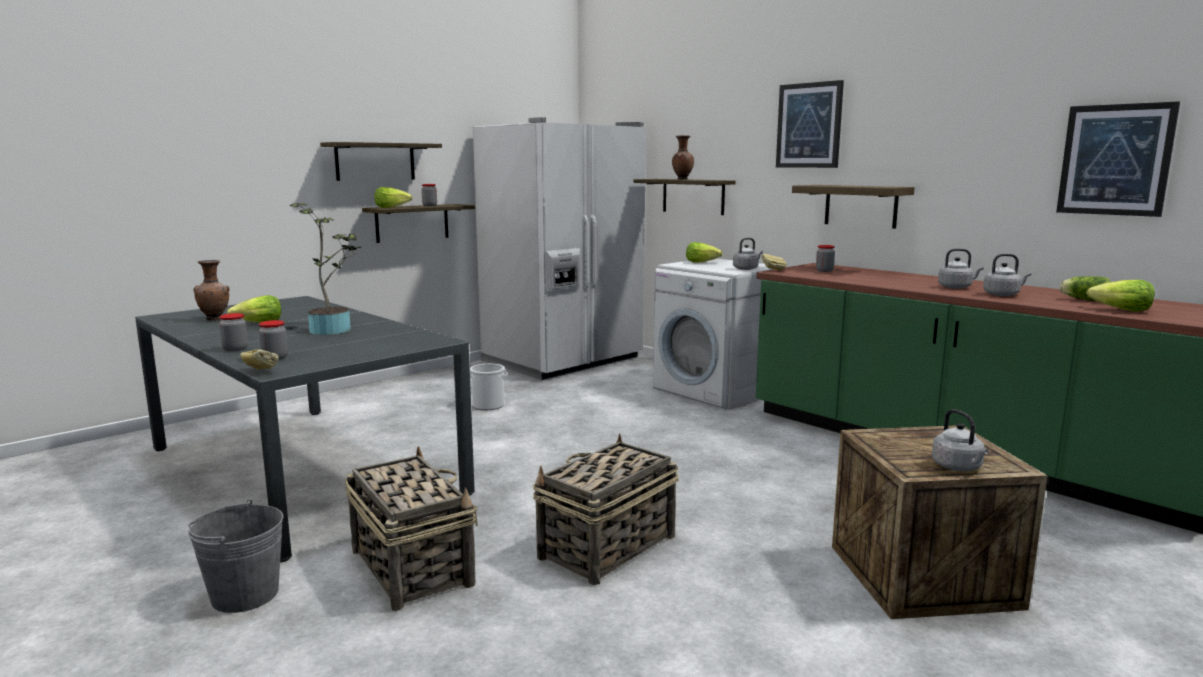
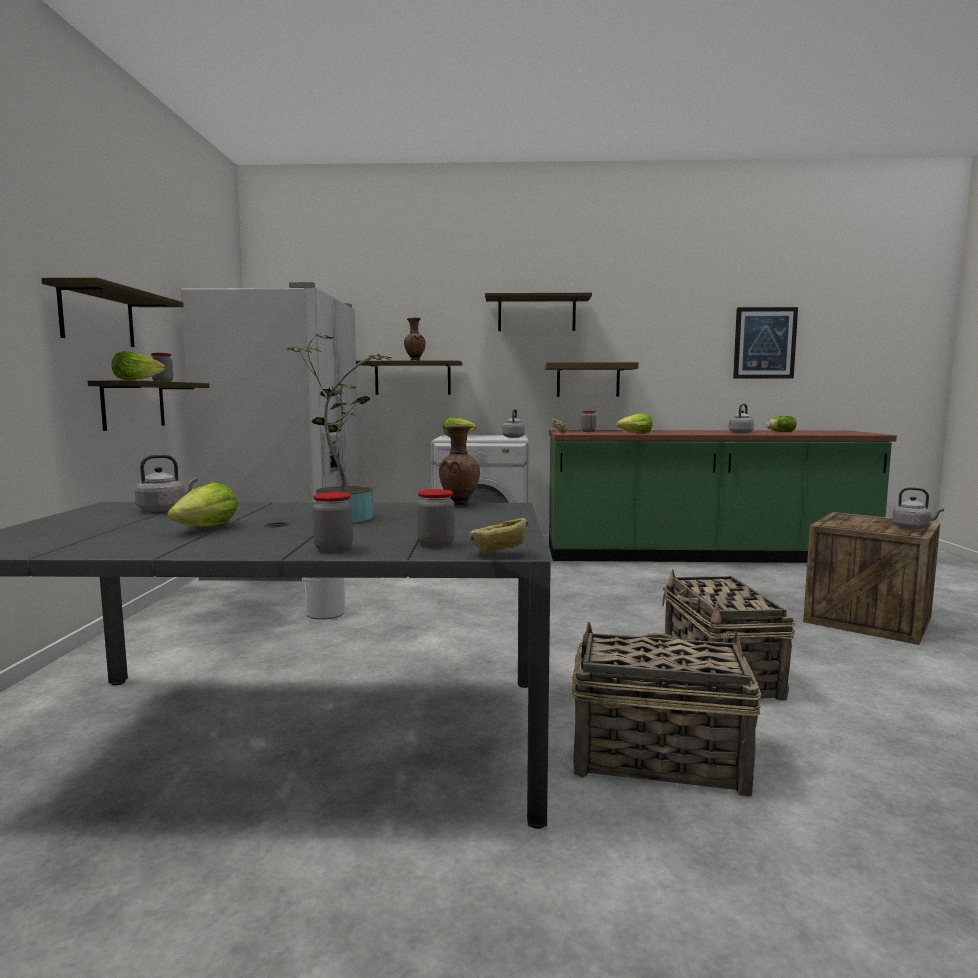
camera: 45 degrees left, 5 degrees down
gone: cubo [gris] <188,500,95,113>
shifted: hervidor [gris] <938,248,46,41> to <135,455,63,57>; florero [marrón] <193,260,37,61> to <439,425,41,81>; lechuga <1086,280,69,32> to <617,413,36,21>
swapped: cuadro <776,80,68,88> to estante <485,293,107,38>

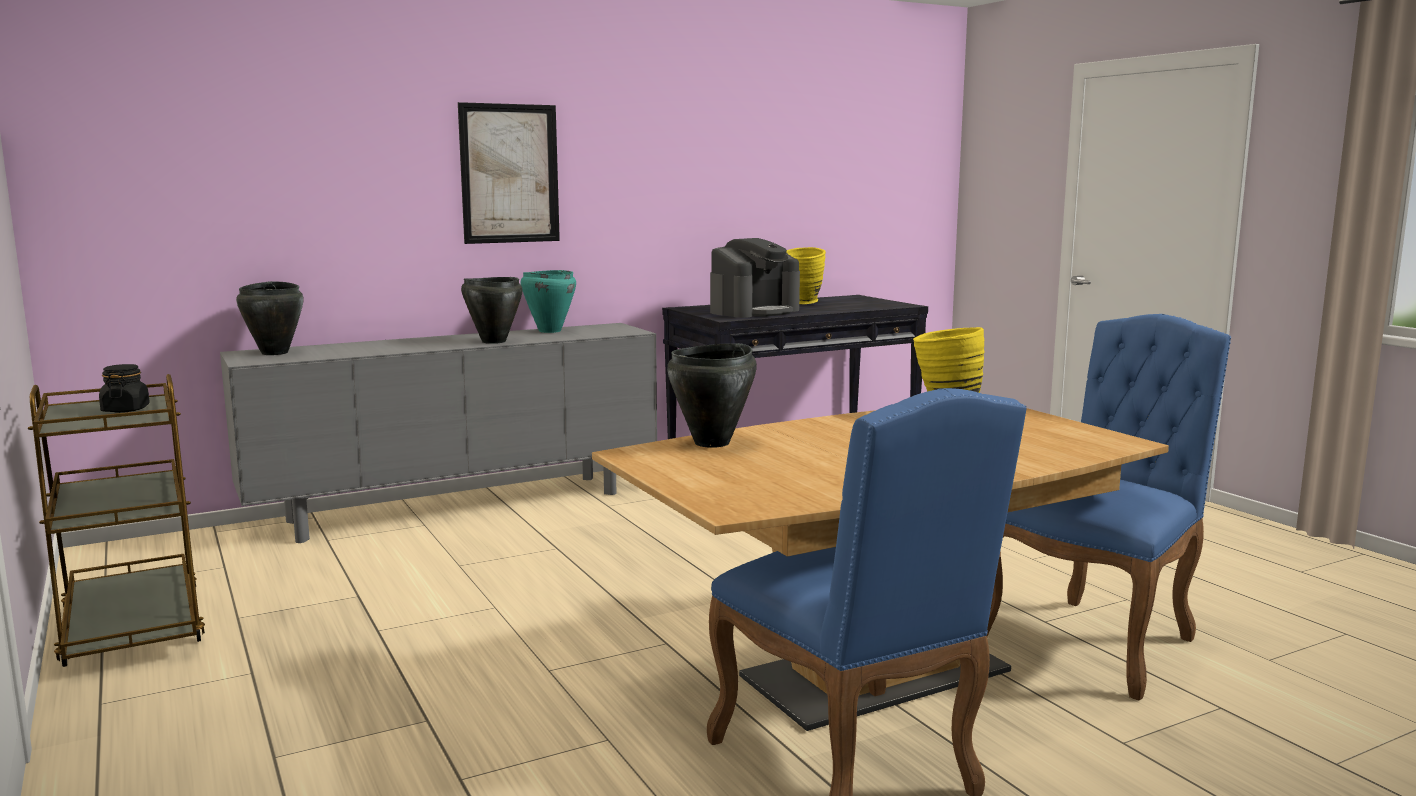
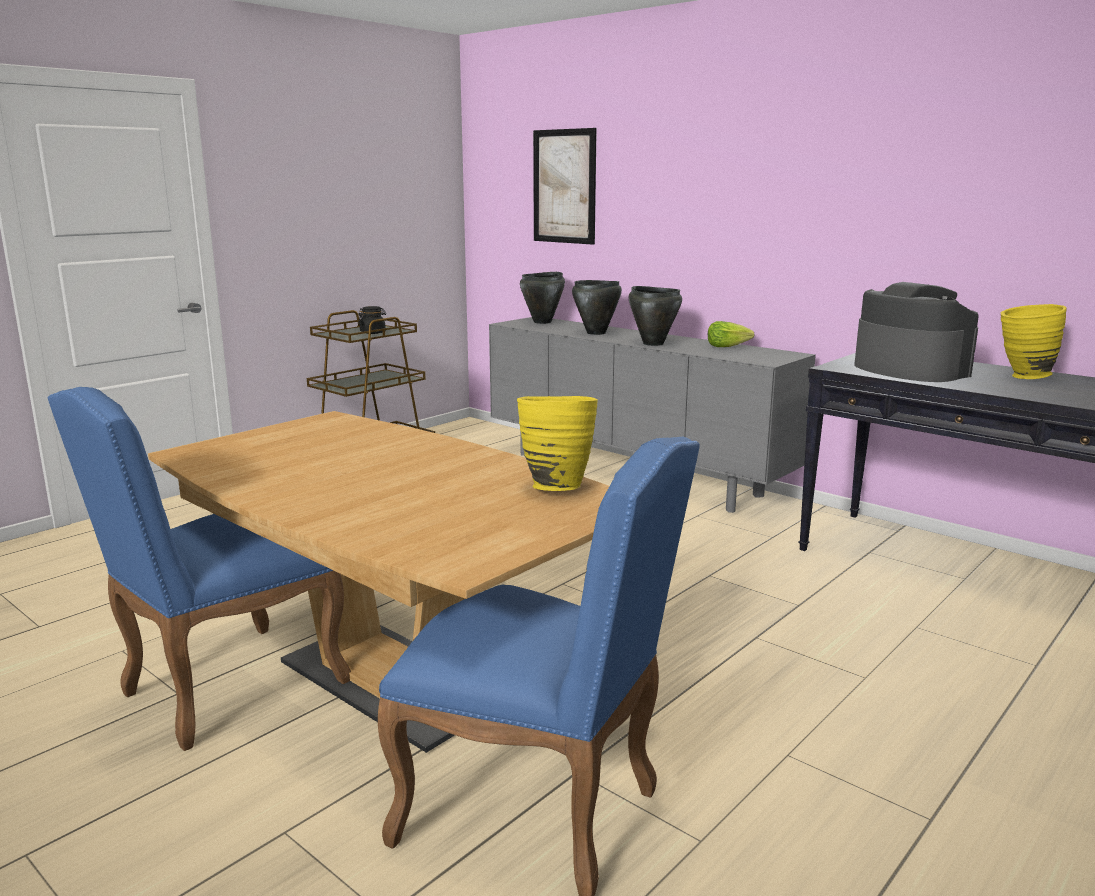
camera: 70 degrees right, 5 degrees up
shifted: cuadro <458,102,102,142> to <533,128,64,117>; olla [negro] <667,343,90,105> to <572,280,50,55>
swapped: olla [turquesa] <520,270,56,63> to lechuga <708,321,47,26>
rotated: cafetera <710,238,90,80> = <854,282,125,100> 150 degrees counterclockwise

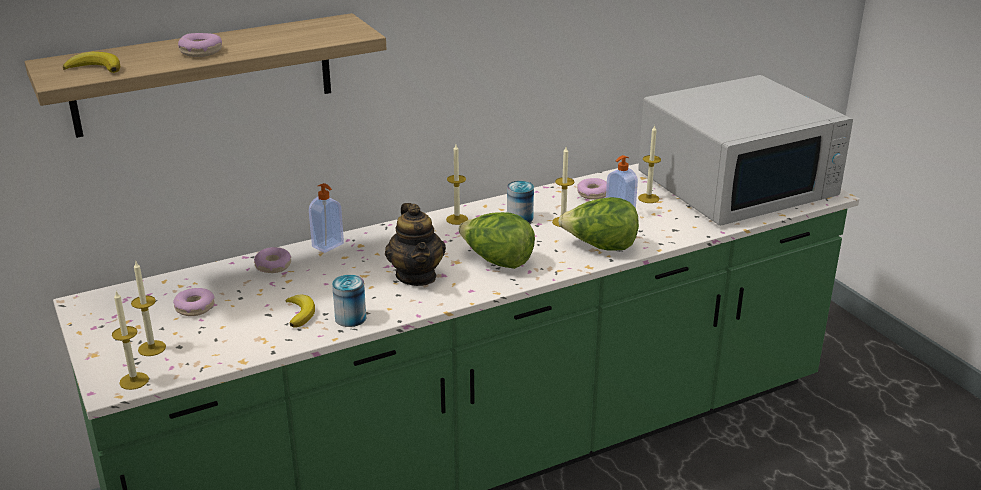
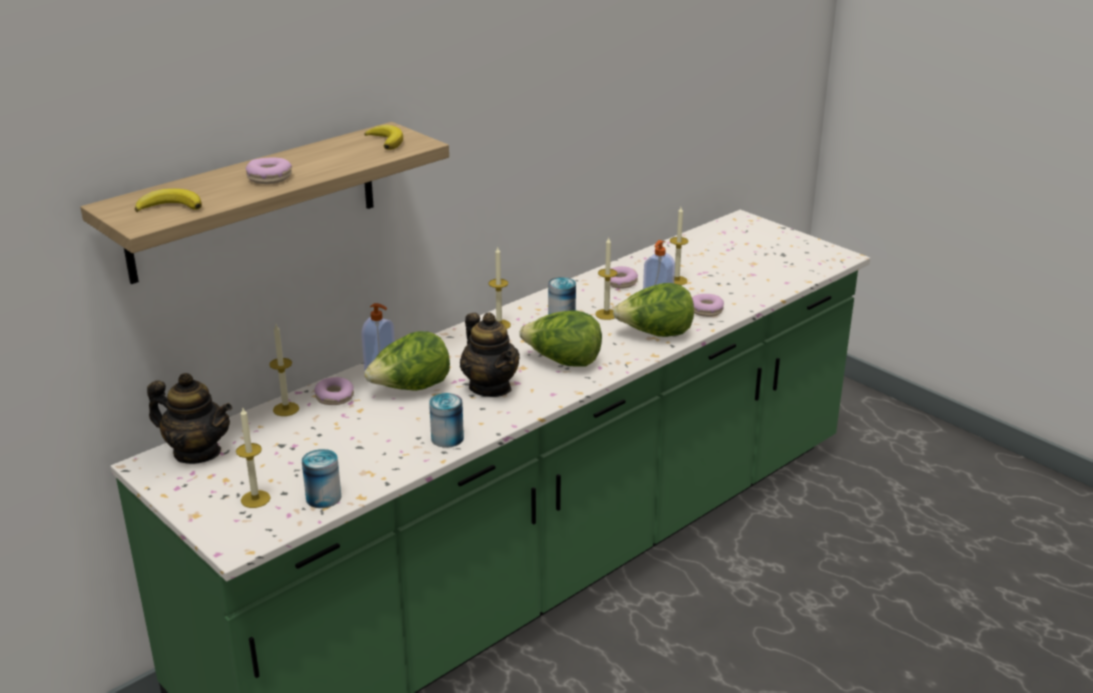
camera: 15 degrees left, 0 degrees up
gone: microondas [blanco] <638,75,215,151>
new: lechuga <364,331,86,60>; tetera <147,373,85,91>; lata <302,449,39,59>
shifted: rosquilla <173,288,42,28> to <692,294,32,23>; vela <112,291,37,99> to <269,324,30,92>; plátano <286,295,29,33> to <365,125,38,25>

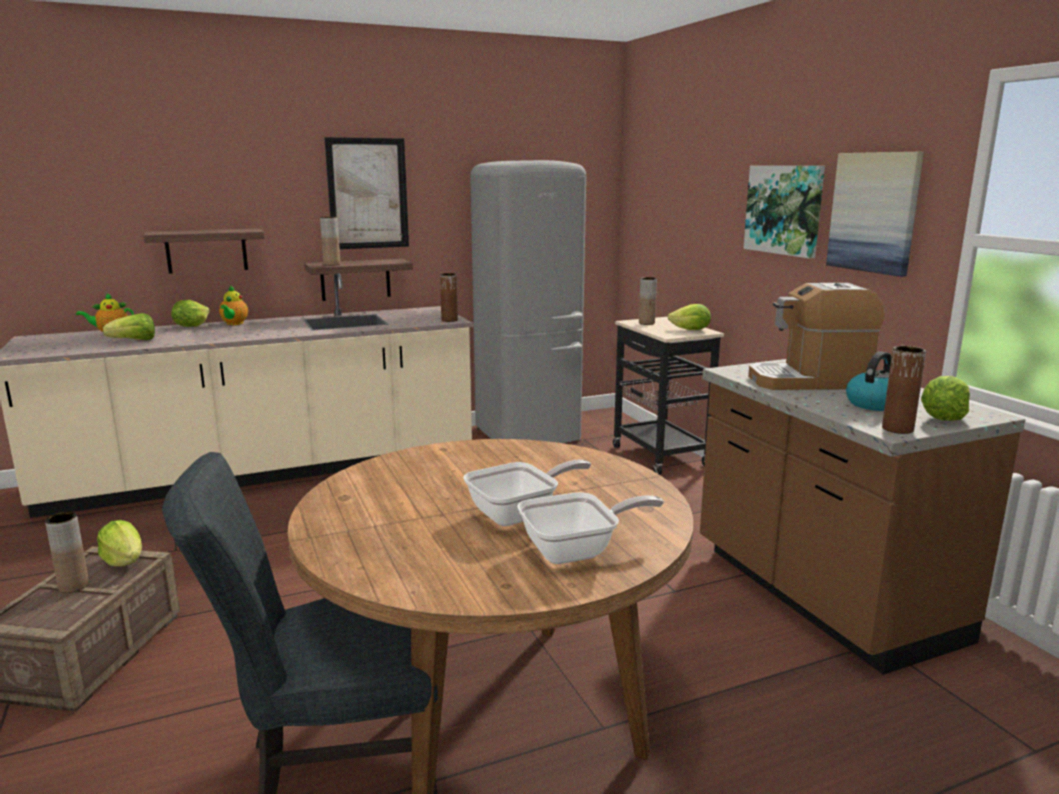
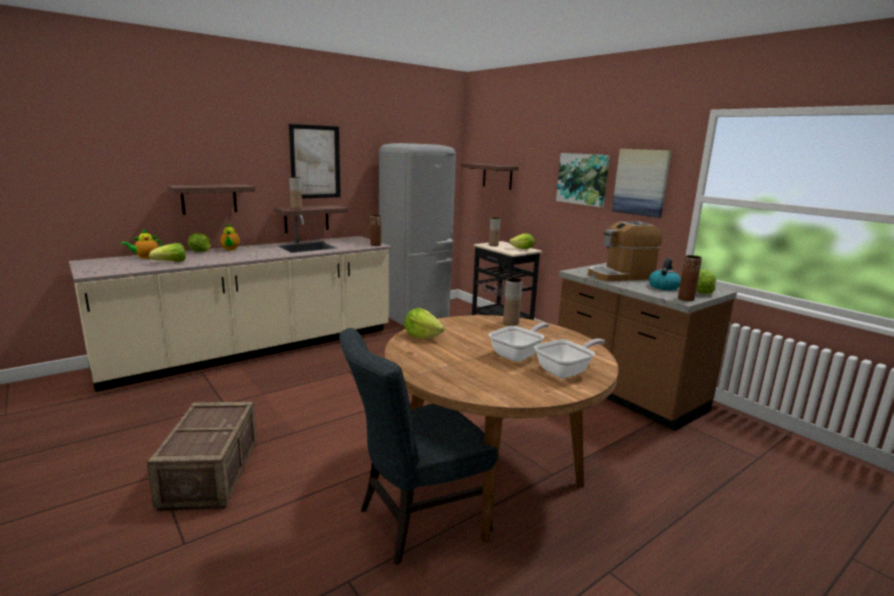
camera: 15 degrees left, 0 degrees up
new: estante <461,163,58,27>
shifted: florero [marrón] <45,512,44,81> to <503,278,19,48>; lechuga <97,520,45,47> to <404,308,41,31>

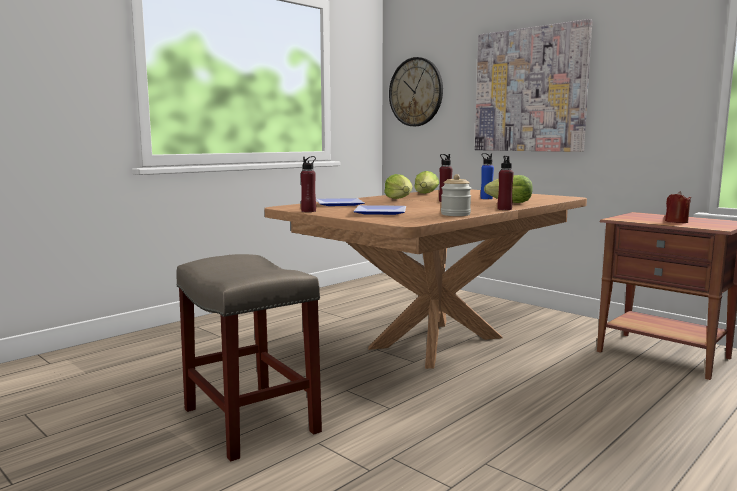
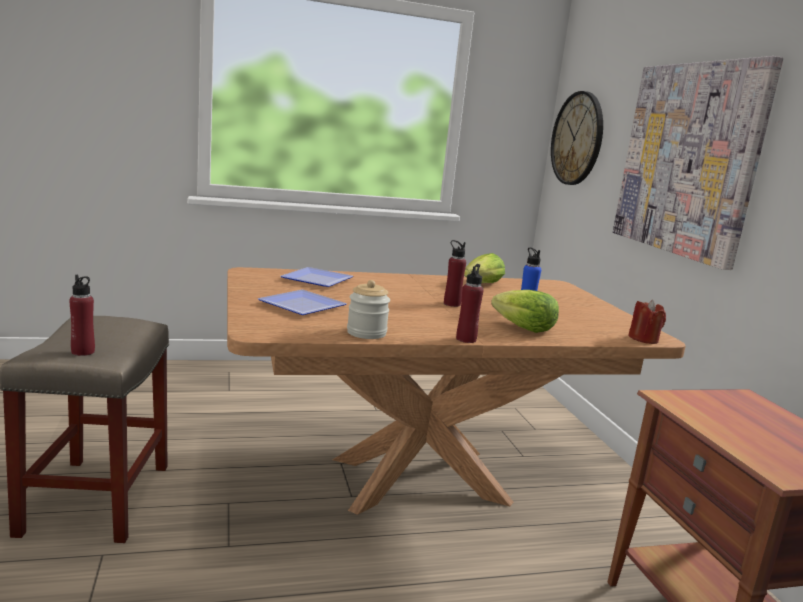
camera: 30 degrees right, 5 degrees up
gone: lechuga <384,174,28,25>
shifted: botella [rojo] <301,156,15,56> to <69,275,26,81>; vela [rojo] <665,191,26,32> to <628,300,38,44>

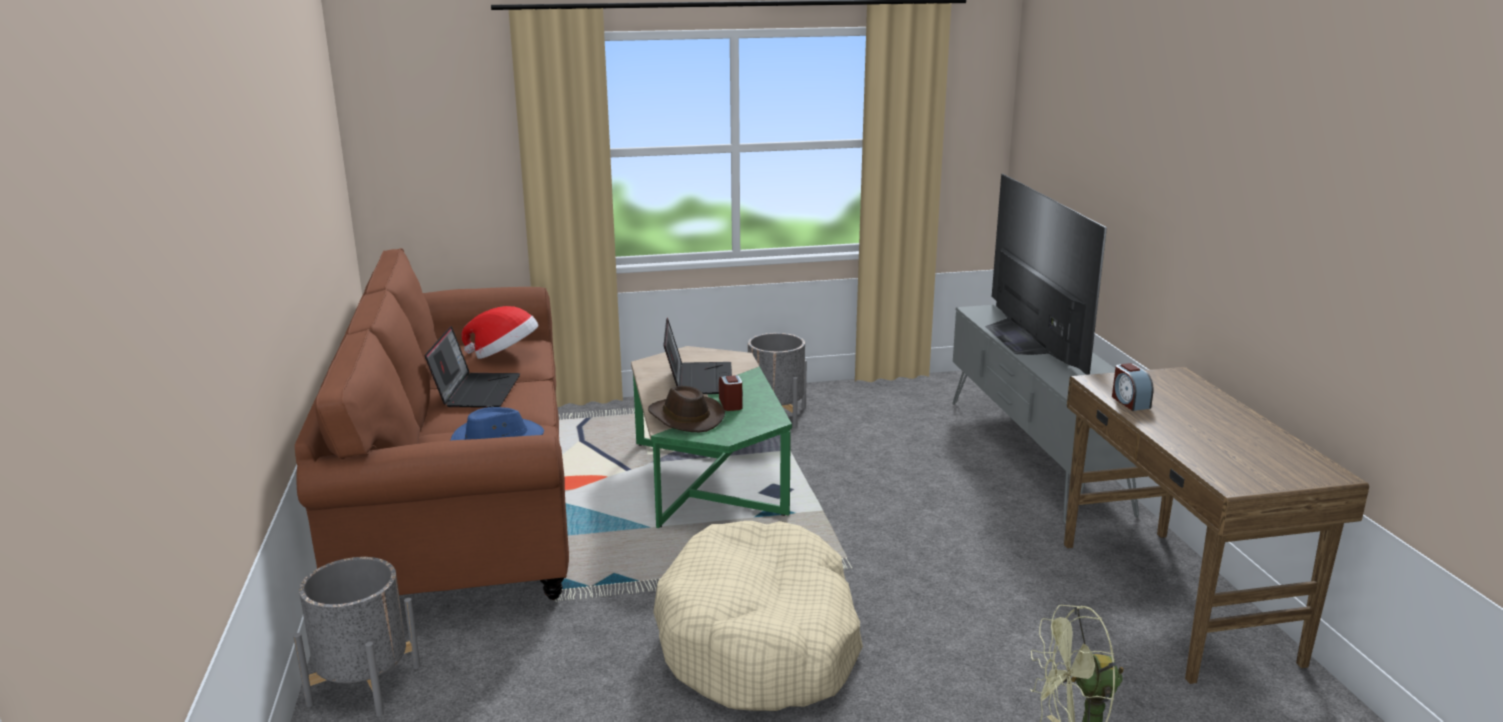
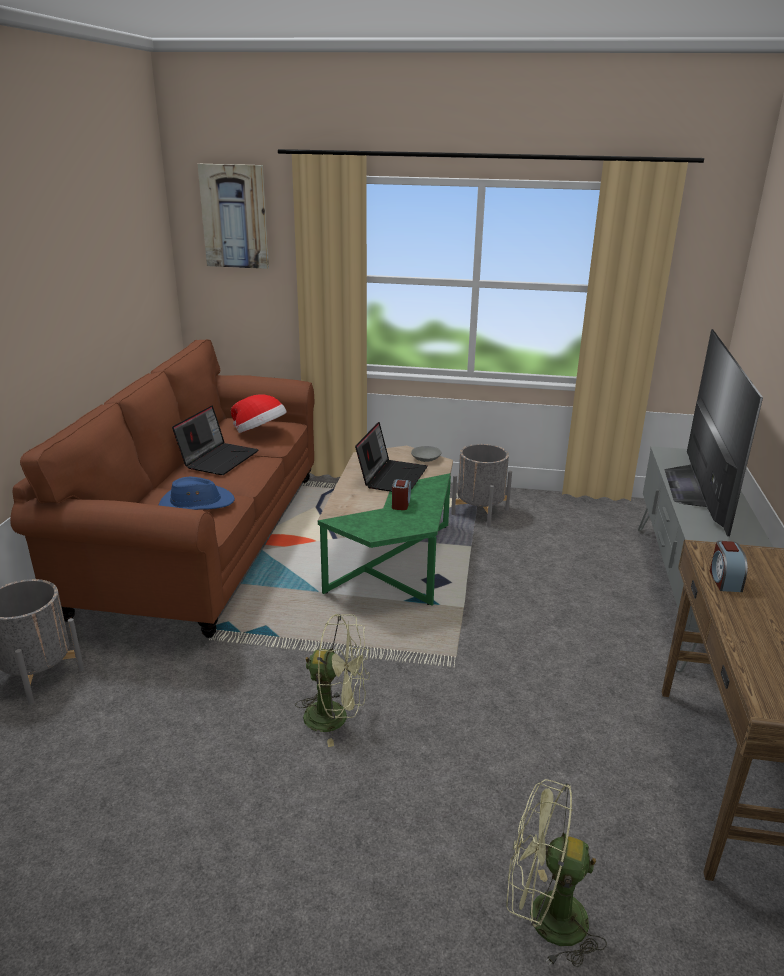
camera: 20 degrees right, 5 degrees up
gone: sombrero [marrón] <648,386,77,46>
new: cuadro <198,164,71,105>; cuenco [gris] <411,446,30,16>
swapped: cama para perro [beis] <653,521,210,190> to ventilador [verde] <295,614,75,133>

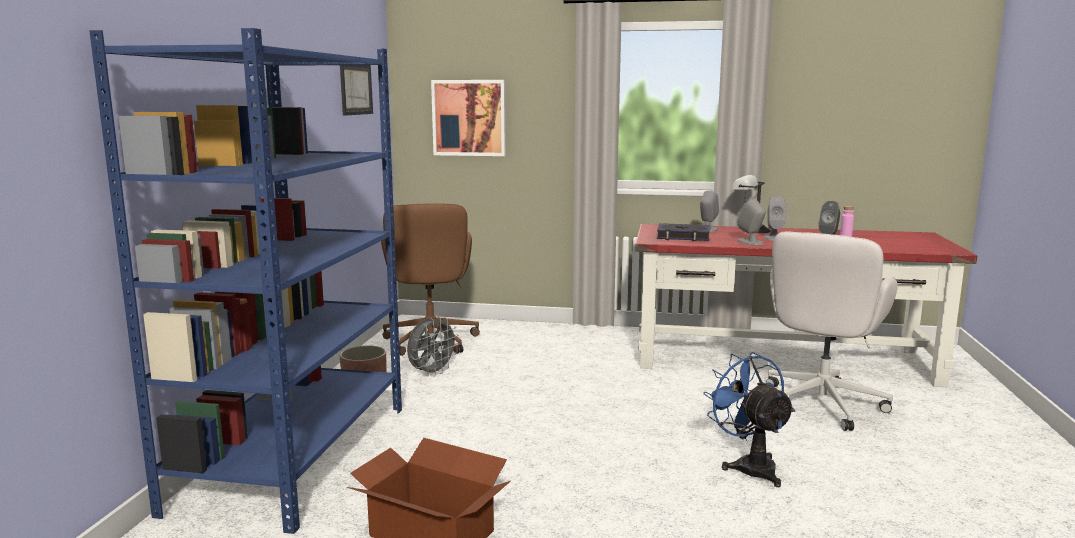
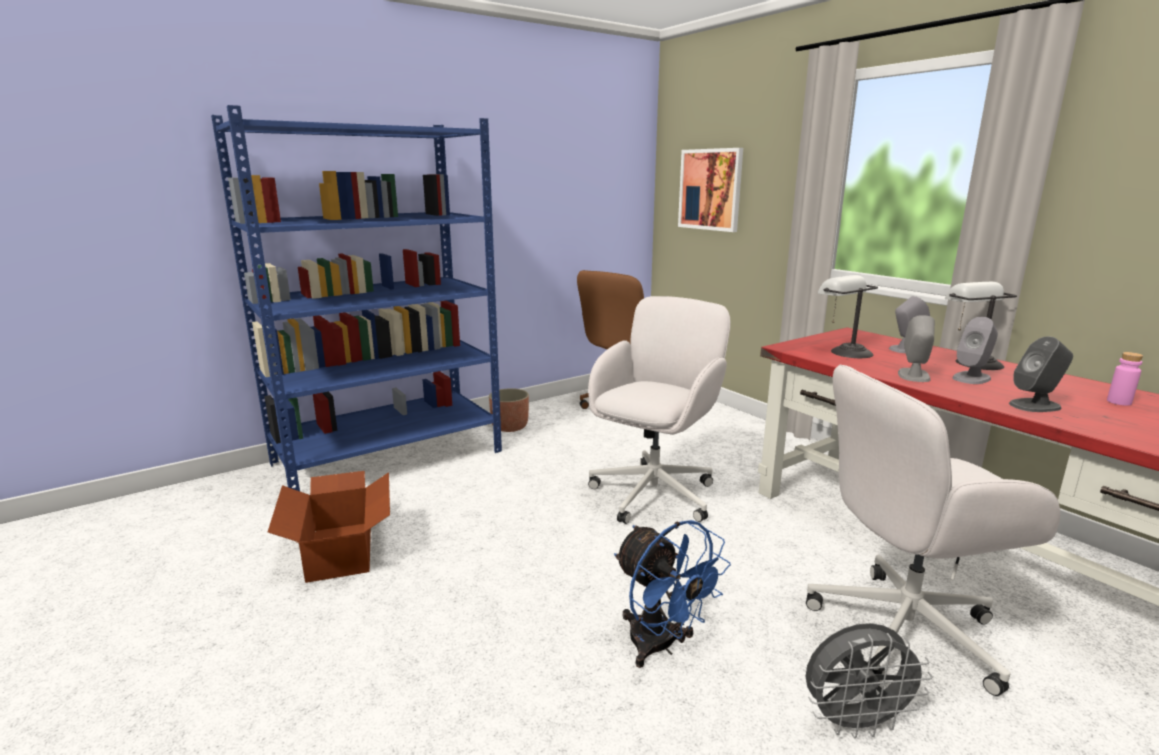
camera: 45 degrees right, 5 degrees up
gone: cuadro <340,65,33,51>
new: silla de oficina [blanco] <588,296,143,228>
shifted: ventilador [gris] <407,316,52,61> to <806,623,126,116>
swapped: libro <657,223,53,18> to lámpara de mesa <818,275,60,83>
rotated: ventilador [azul] <703,352,93,135> = <614,520,117,148> 120 degrees clockwise

